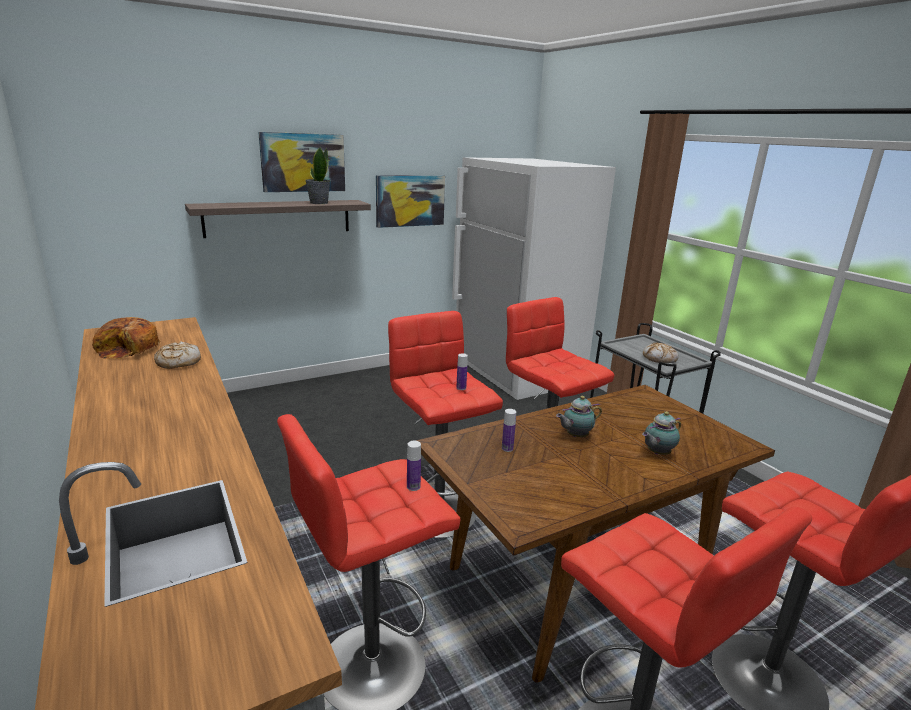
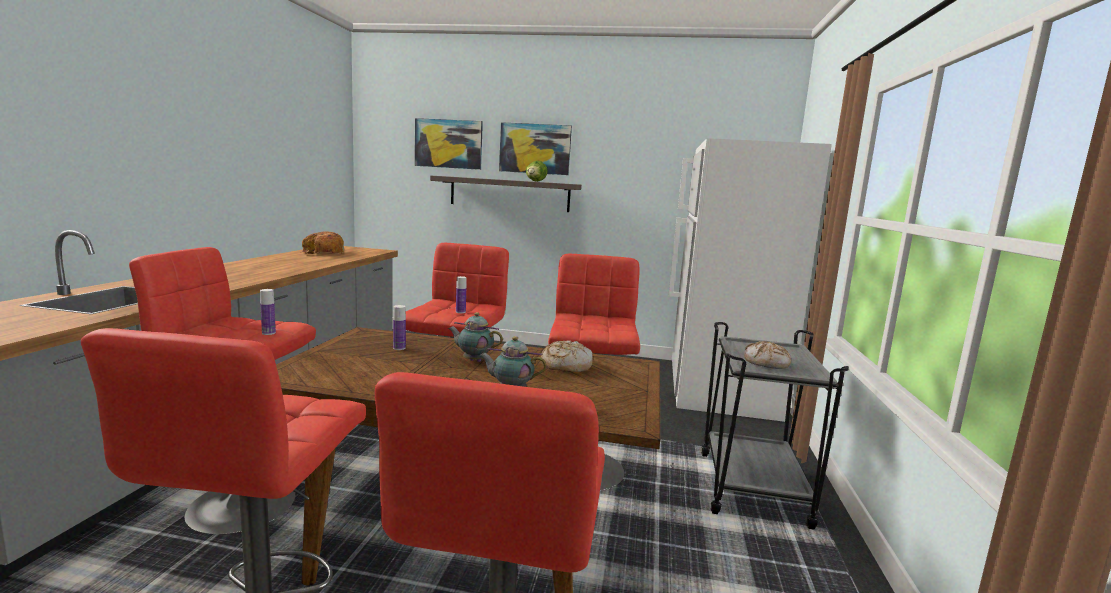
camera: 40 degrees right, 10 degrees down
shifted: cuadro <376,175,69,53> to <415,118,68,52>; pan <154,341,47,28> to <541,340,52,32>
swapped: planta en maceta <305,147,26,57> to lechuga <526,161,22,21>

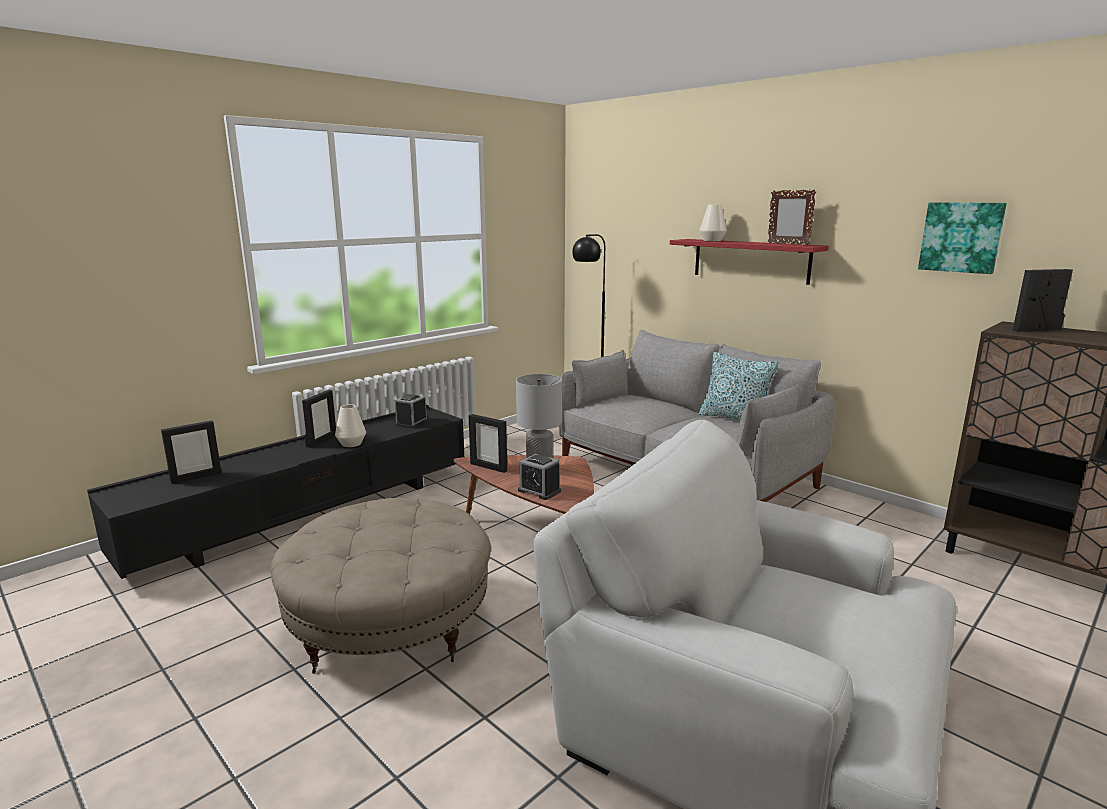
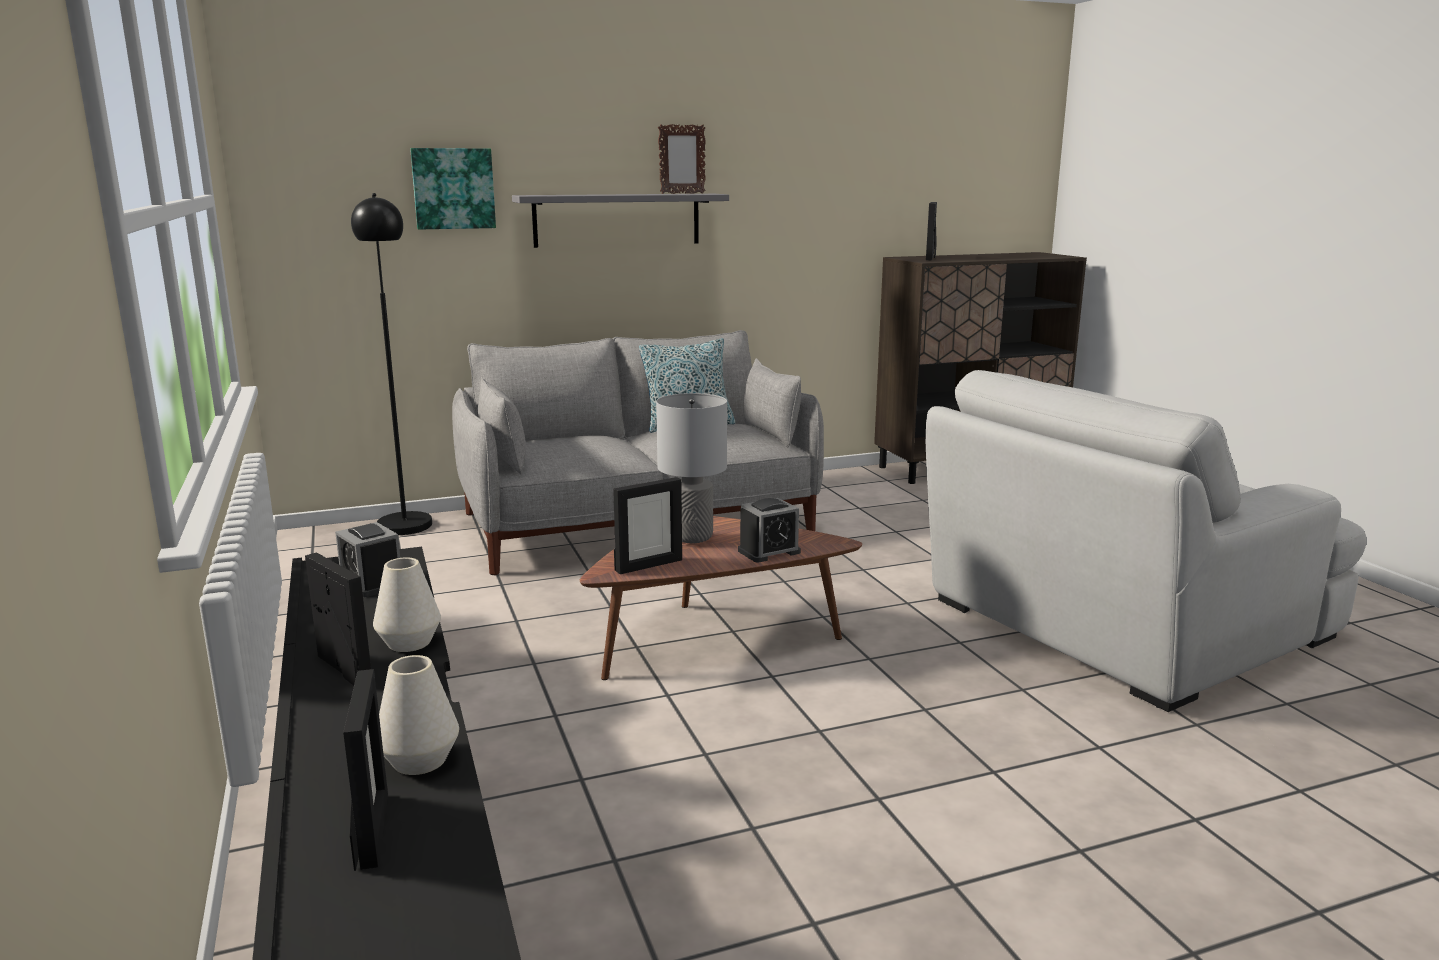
camera: 65 degrees left, 0 degrees up
gone: puf [beis] <271,498,220,176>
shifted: cuadro <918,203,89,71> to <410,148,86,81>; florero [blanco] <700,204,27,37> to <379,655,80,120>
repainted: estante [rojo] <670,239,159,46> to estante [gris] <512,194,217,54>

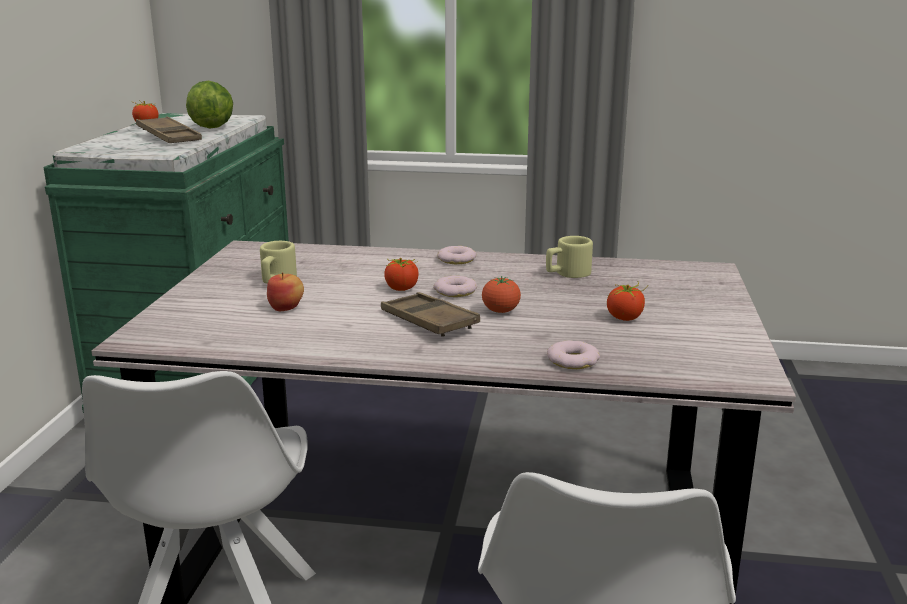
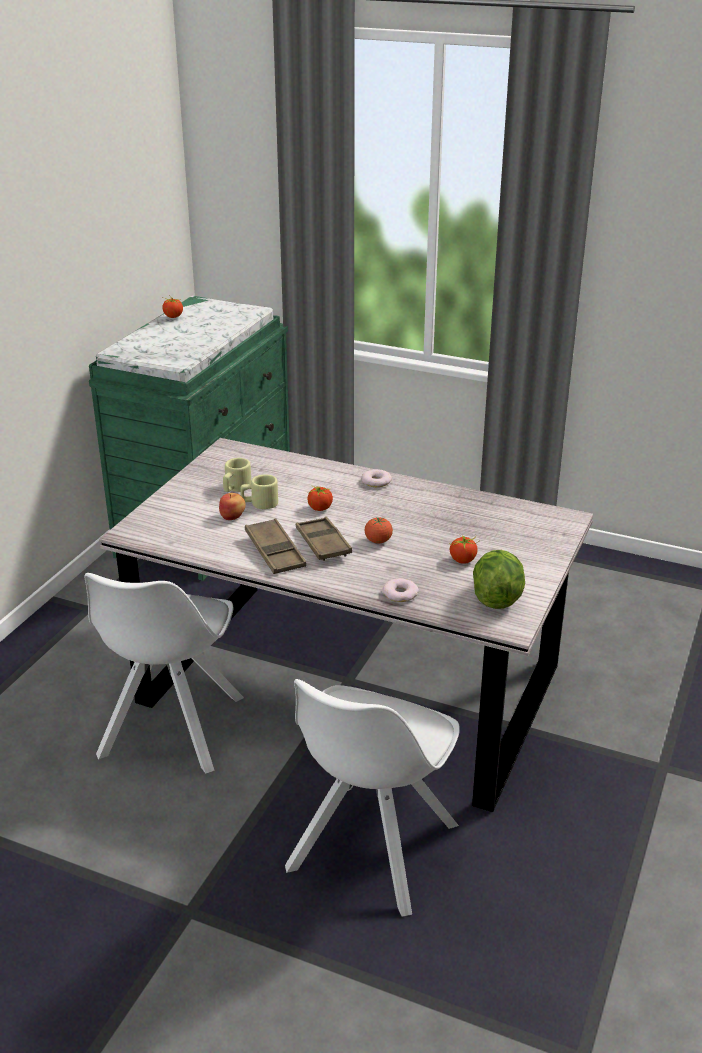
camera: 15 degrees right, 10 degrees up
gone: rosquilla <433,275,44,22>
shifted: lechuga <186,81,47,48> to <473,550,52,59>; bandeja [marrón] <136,116,66,27> to <245,518,61,56>; taza grande [beis] <546,236,47,42> to <240,474,38,35>

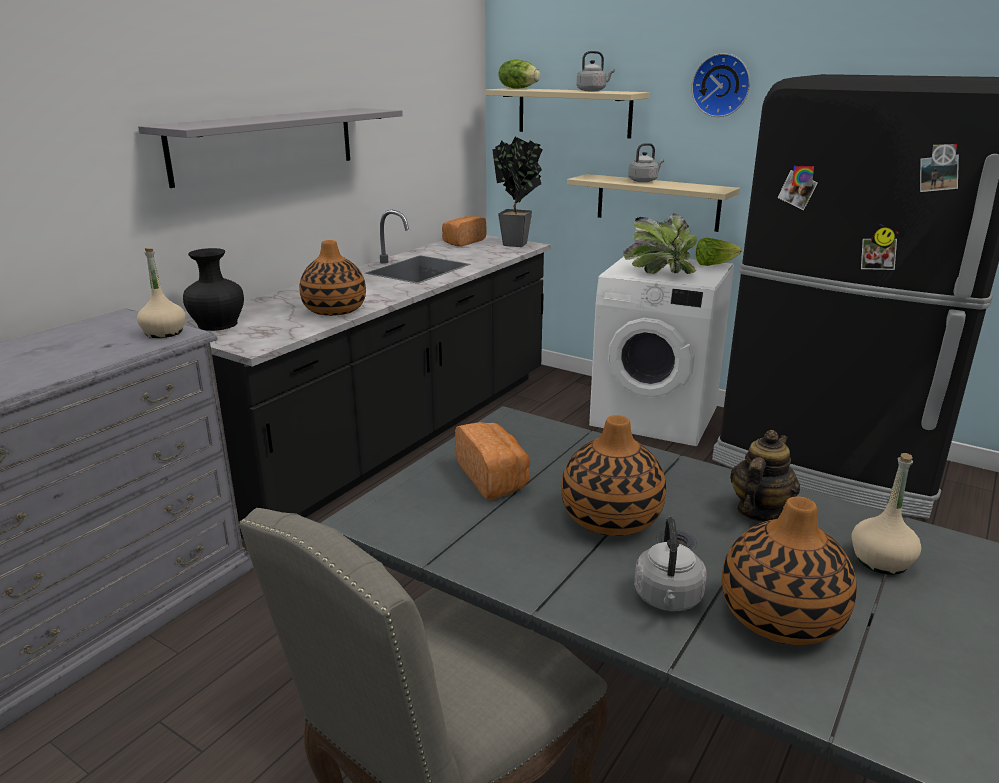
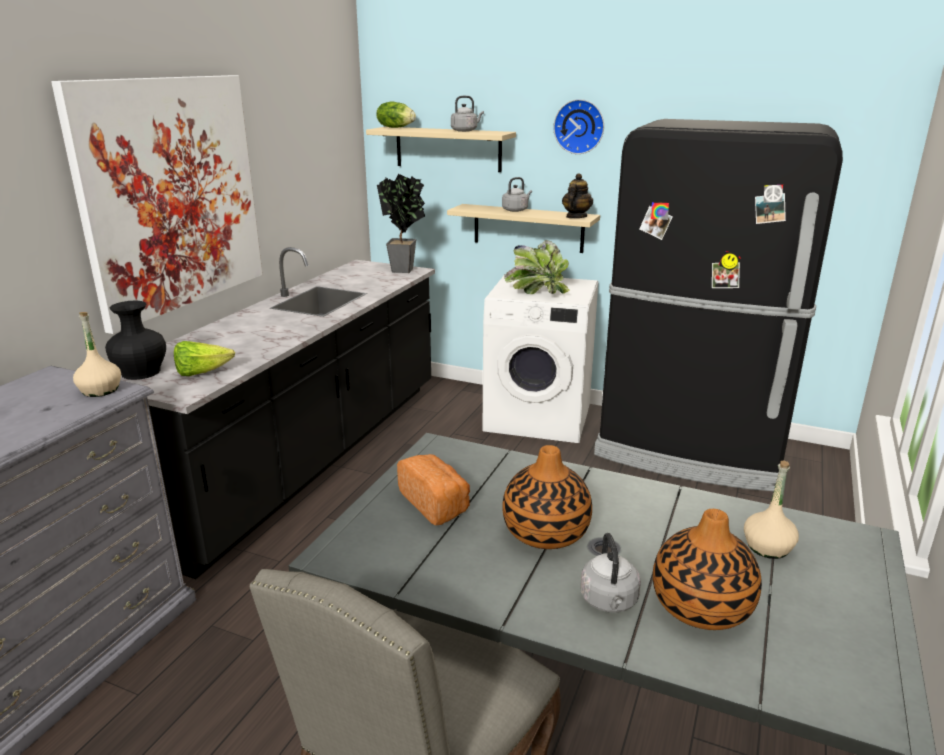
camera: 10 degrees left, 0 degrees up
gone: pan <442,216,44,31>; florero <299,240,67,76>
shifted: lechuga <696,238,46,28> to <174,341,61,35>; tetera <730,430,70,91> to <562,173,31,45>
swapped: estante [gris] <138,108,265,80> to cuadro <51,75,211,259>

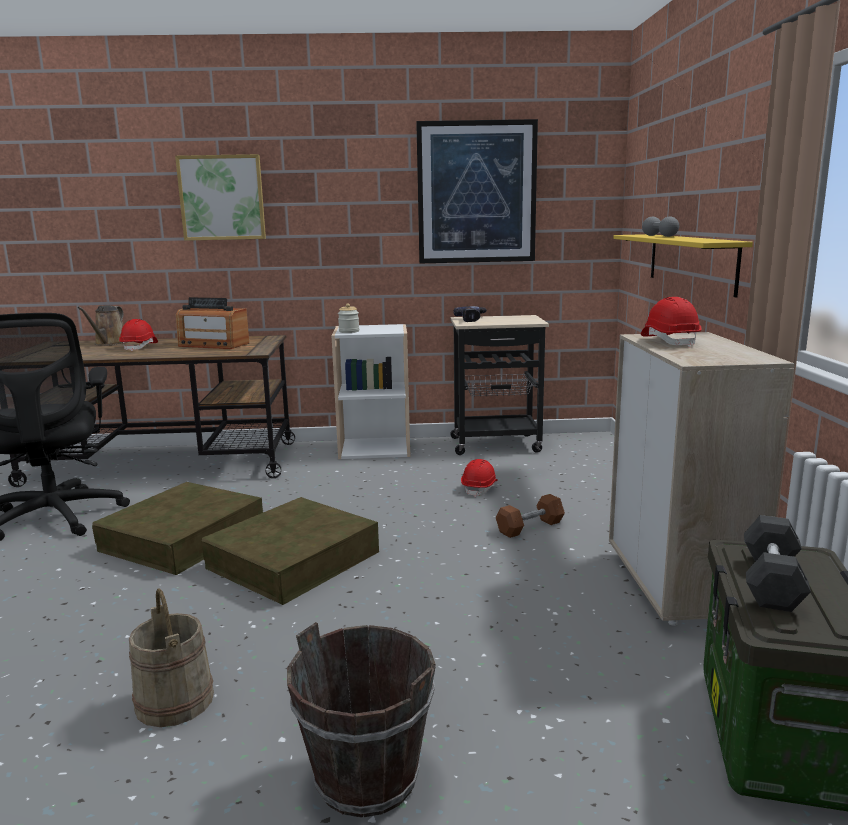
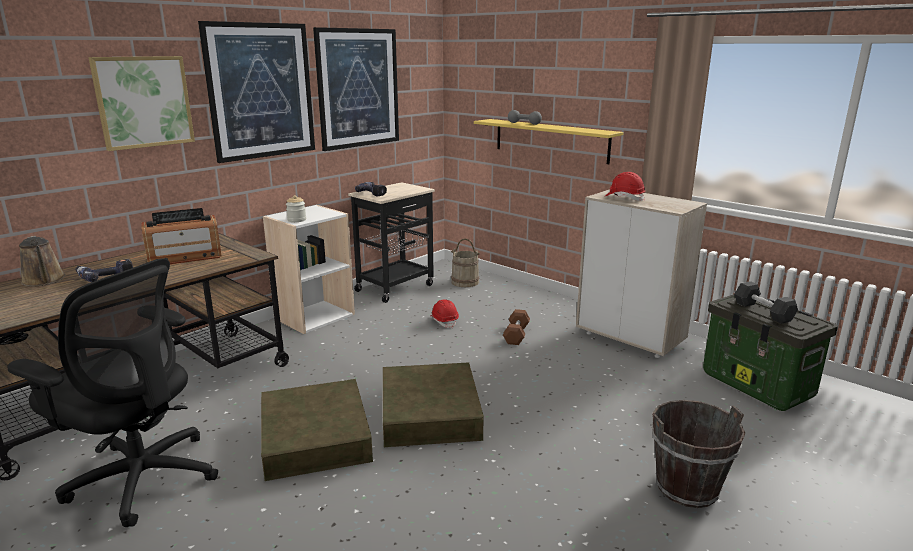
camera: 45 degrees left, 5 degrees up
new: cuadro <198,21,117,142>
shifted: cubo [beis] <129,588,85,139> to <451,238,29,49>
swapped: casco [rojo] <119,319,39,32> to taladro <75,259,58,23>

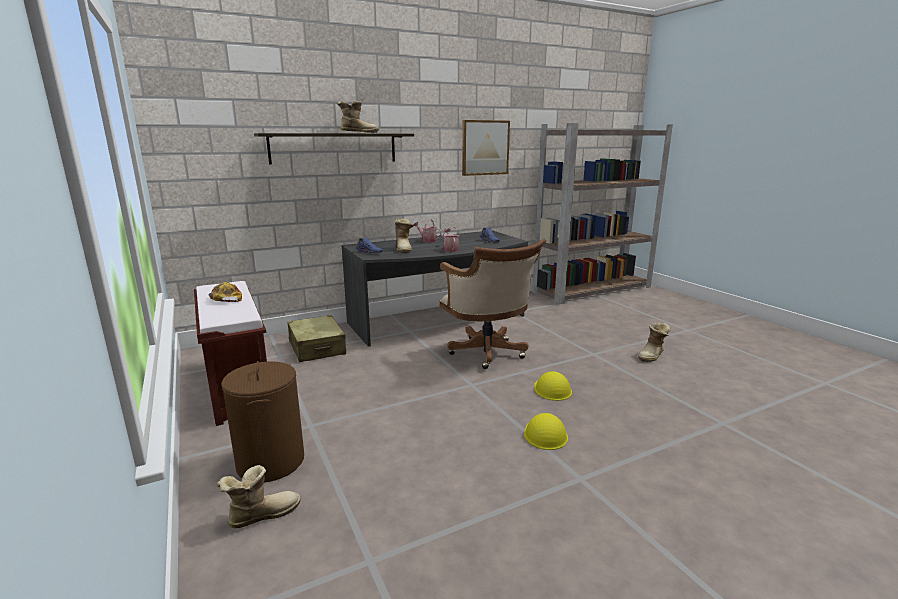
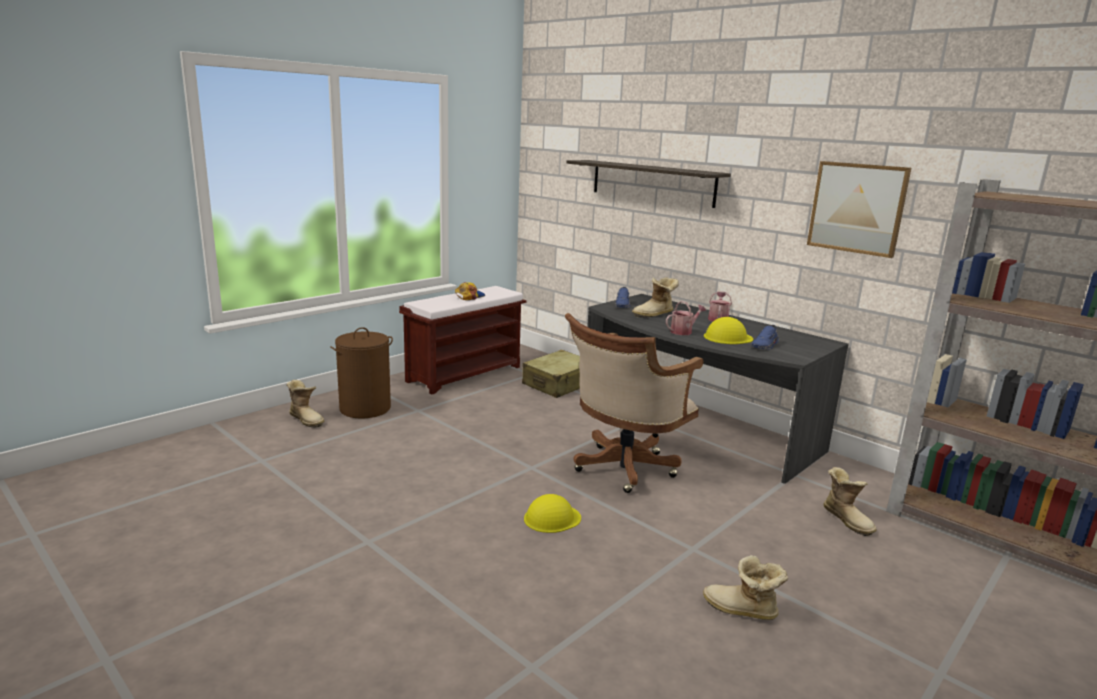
camera: 70 degrees right, 0 degrees up
shifted: bota <337,101,42,32> to <823,467,53,69>; casco [amarillo] <524,413,44,37> to <704,317,49,27>

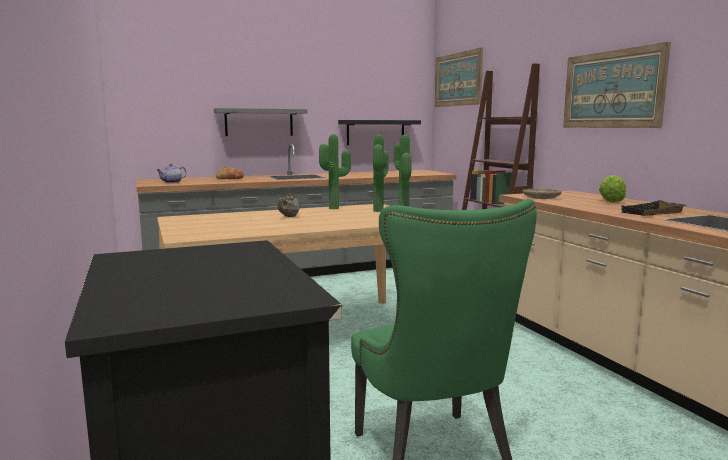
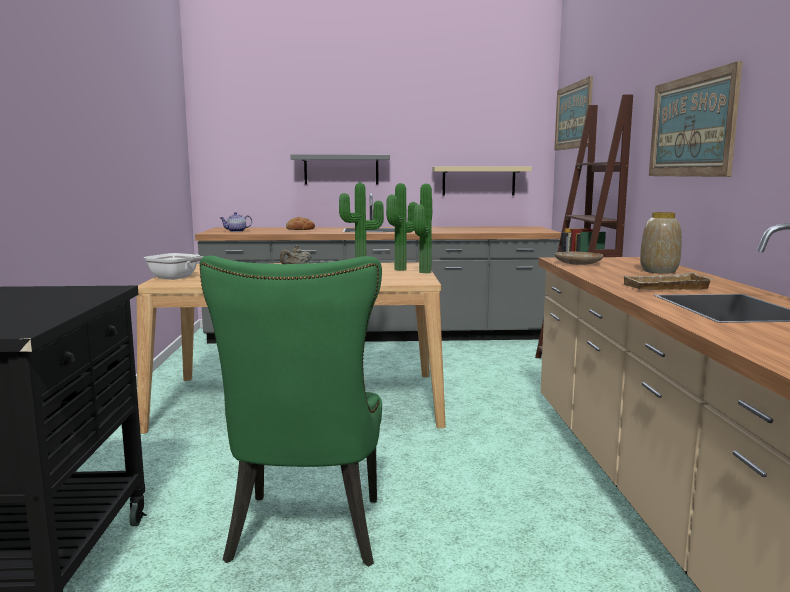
camera: 20 degrees right, 0 degrees up
new: sartén <144,253,60,27>
swapped: lechuga <599,175,27,27> to florero <640,212,42,62>
repainted: estante [negro] <338,120,83,25> to estante [beis] <432,167,100,29>; bandeja [negro] <621,200,65,16> to bandeja [beis] <623,272,92,18>

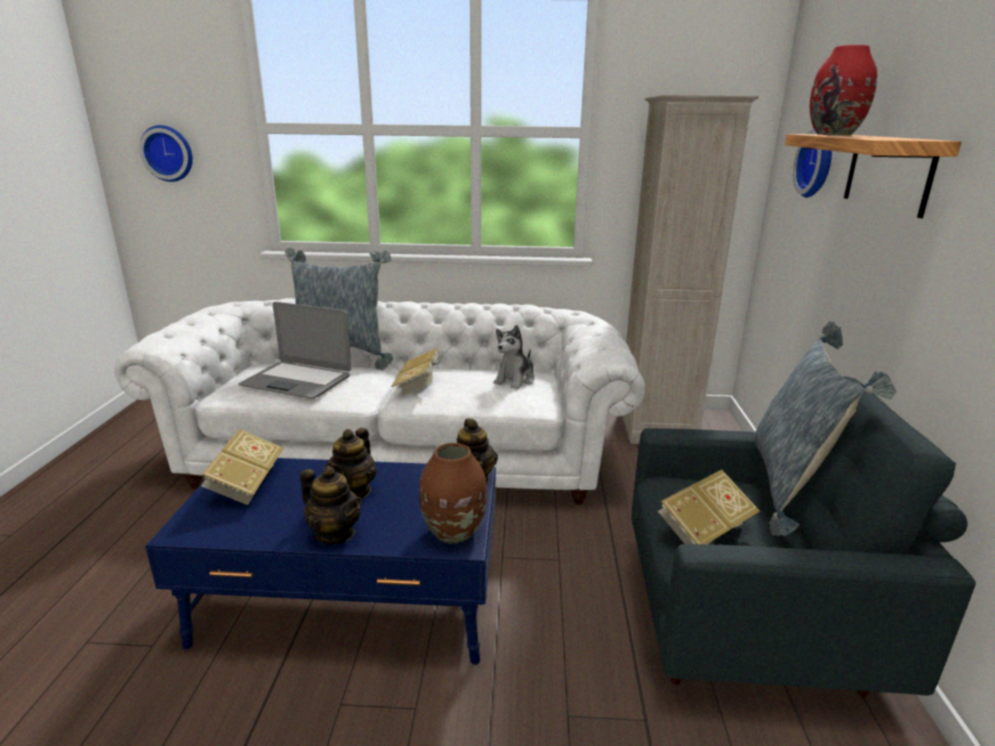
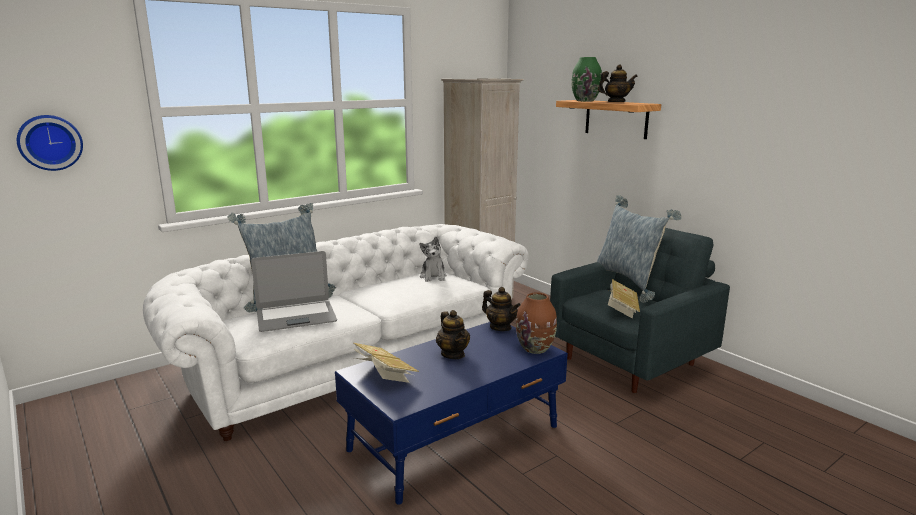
camera: 40 degrees left, 5 degrees down
gone: reloj de pared <793,129,39,69>; libro <391,348,50,48>
shifted: tetera <300,466,62,78> to <598,65,39,37>
repainted: florero [rojo] <810,45,67,90> to florero [verde] <571,57,31,44>

